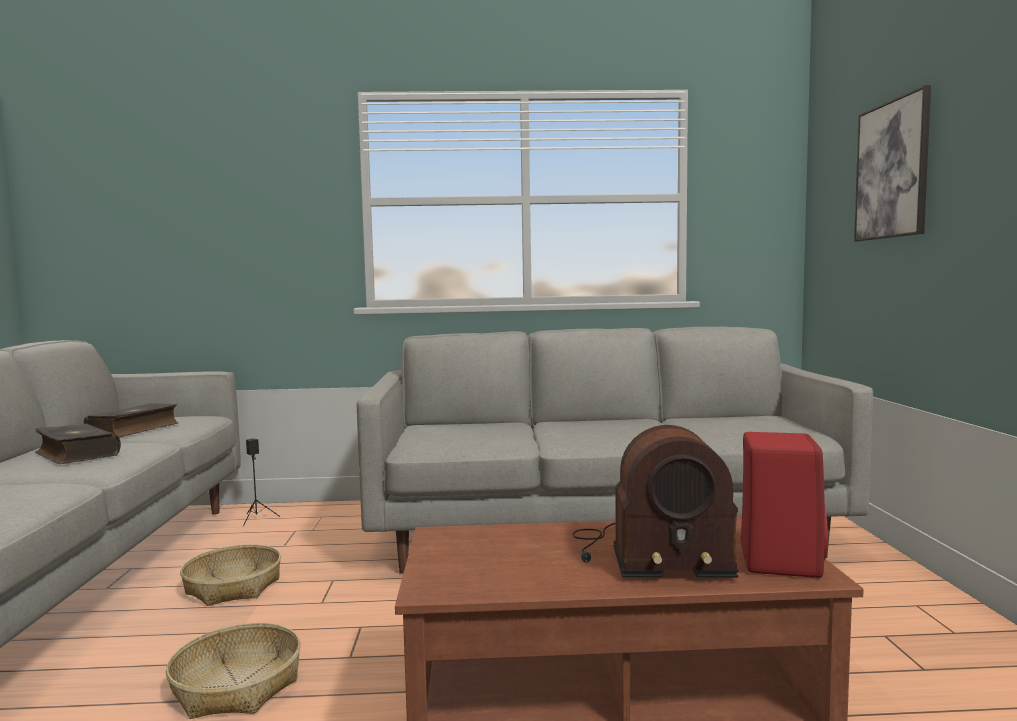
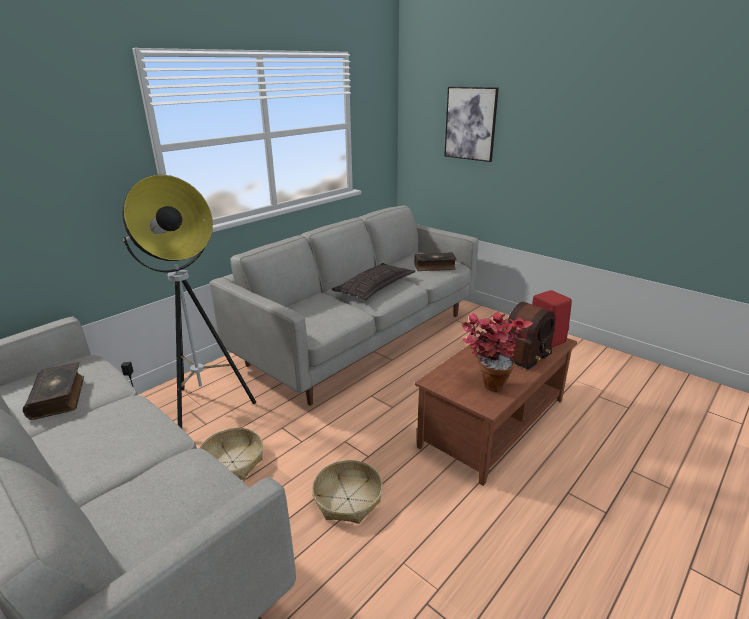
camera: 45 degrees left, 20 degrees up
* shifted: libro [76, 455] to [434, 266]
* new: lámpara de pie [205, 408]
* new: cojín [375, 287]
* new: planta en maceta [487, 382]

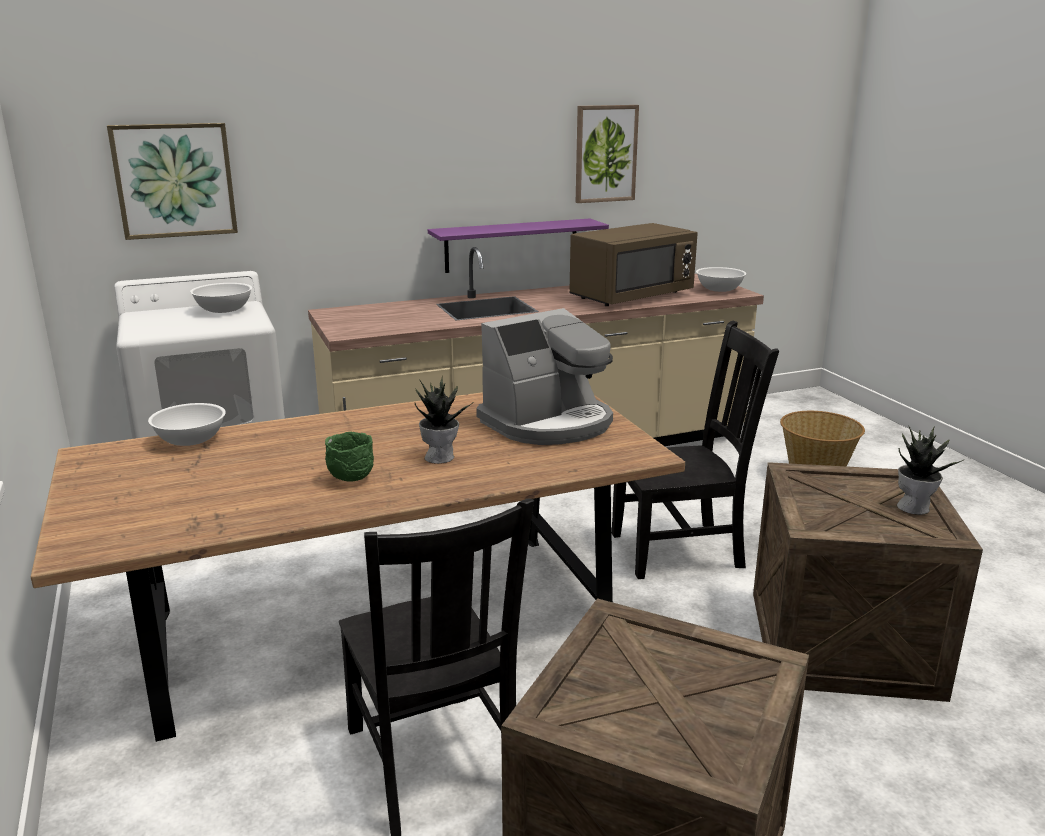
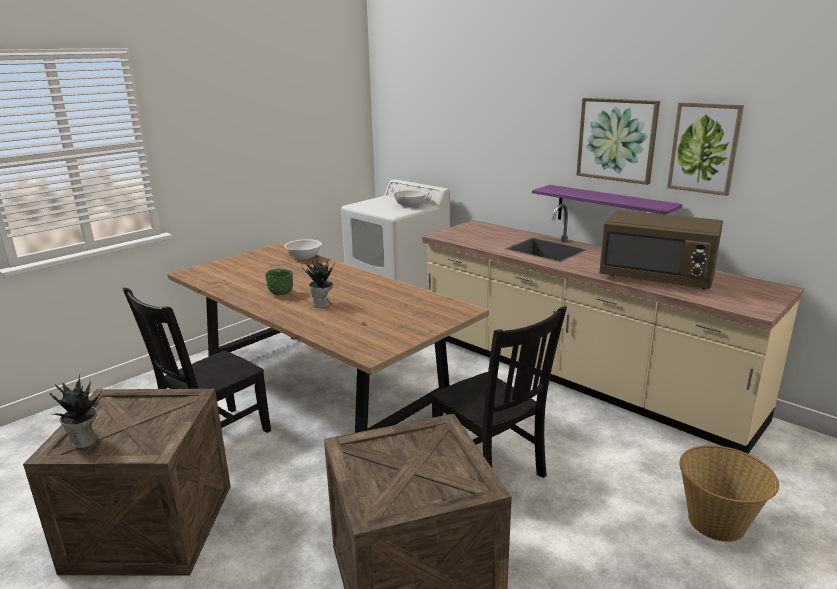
camera: 65 degrees right, 0 degrees up
* shifted: cuadro [174, 180] to [617, 140]
* gone: cuenco [blanco] [720, 290]
* gone: cafetera [548, 423]
* shifted: planta en maceta [914, 507] to [85, 441]

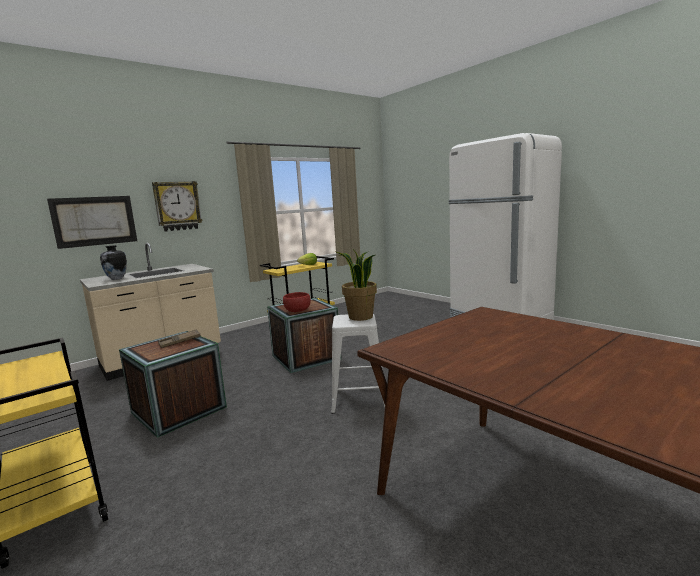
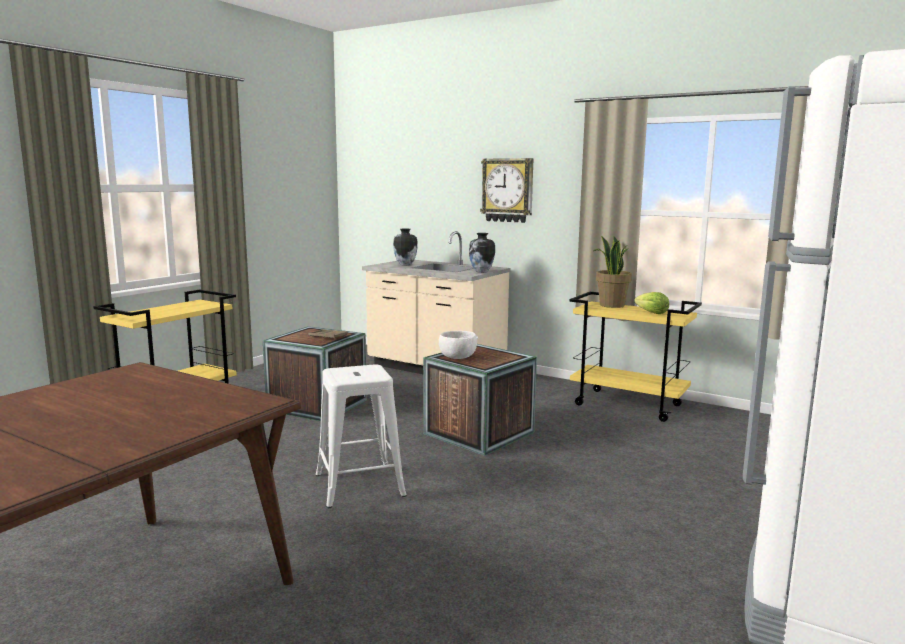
camera: 70 degrees right, 0 degrees up
* gone: cuadro [95, 221]
* shifted: planta en maceta [360, 317] to [611, 305]
* repainted: cuenco [rojo] [297, 311] to cuenco [blanco] [457, 358]
* new: florero [481, 271]

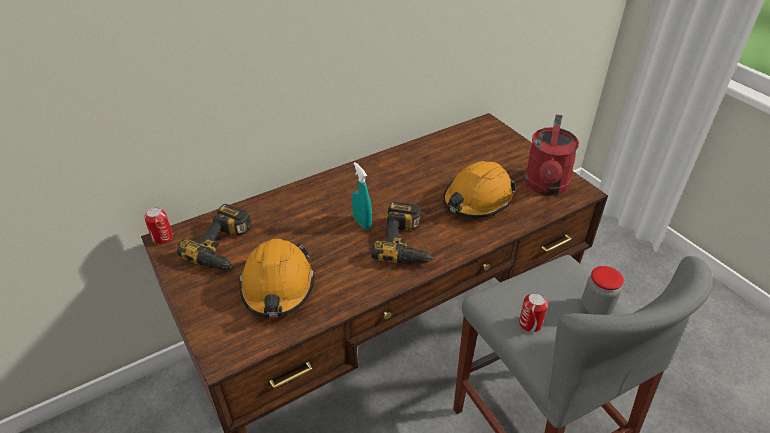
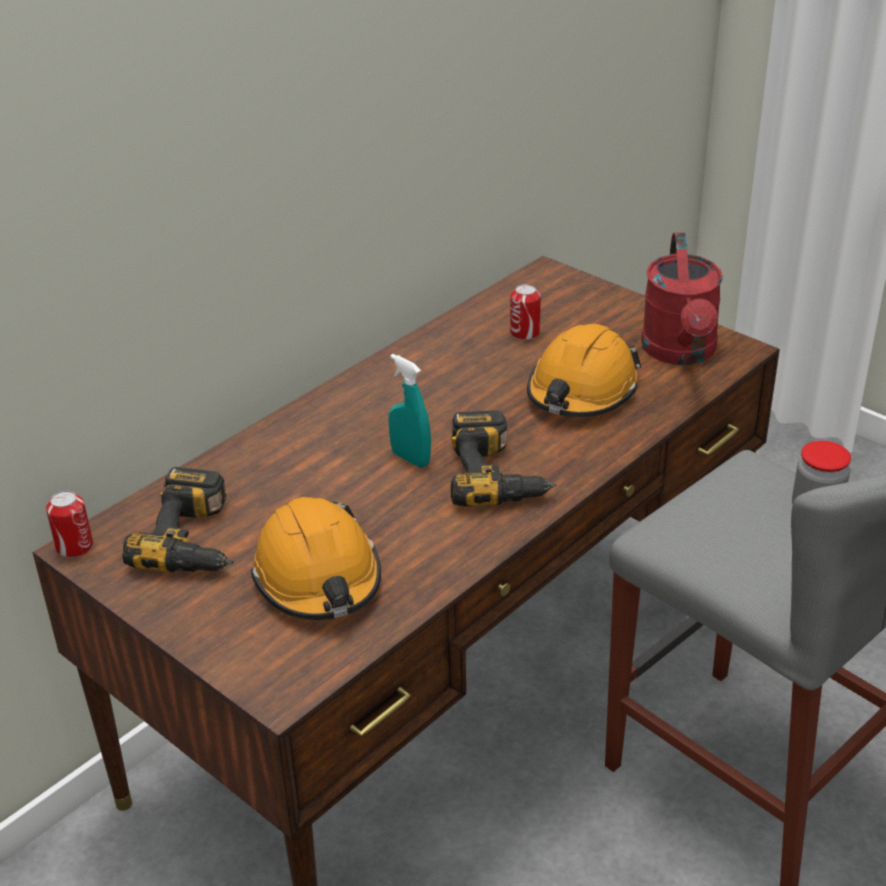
camera: 15 degrees left, 5 degrees down
* shifted: lata [530, 324] to [525, 332]

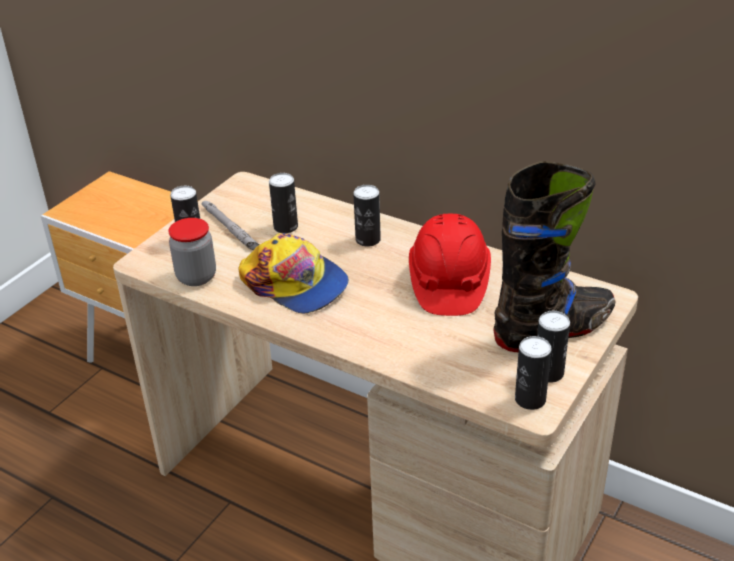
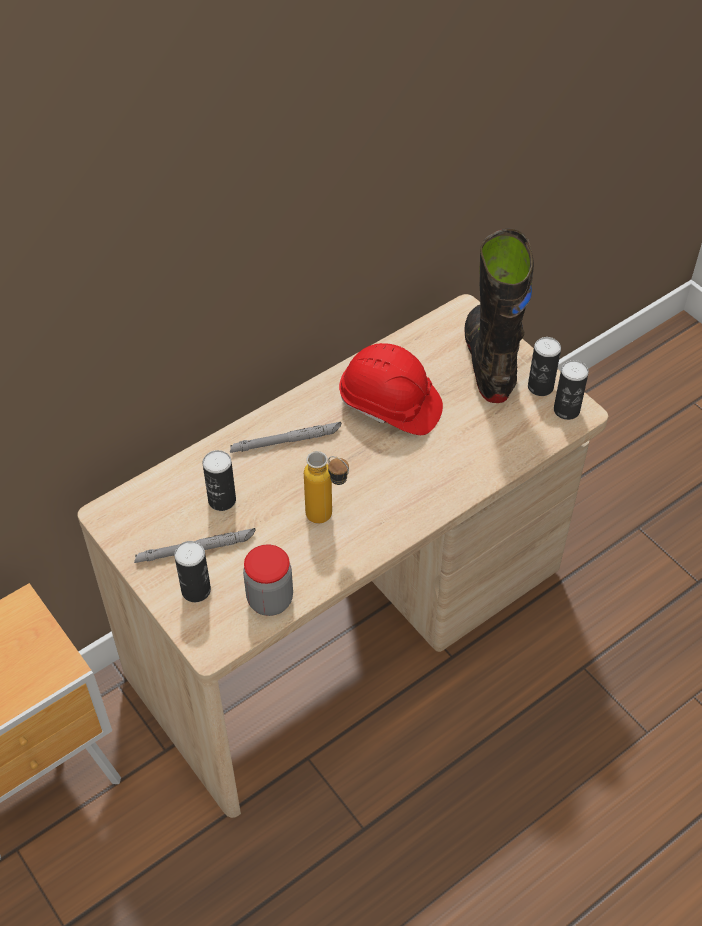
camera: 70 degrees left, 15 degrees up
* swapped: lata [368, 240] to linterna [gris] [286, 441]
* swapped: gorra [295, 283] to botella [328, 519]

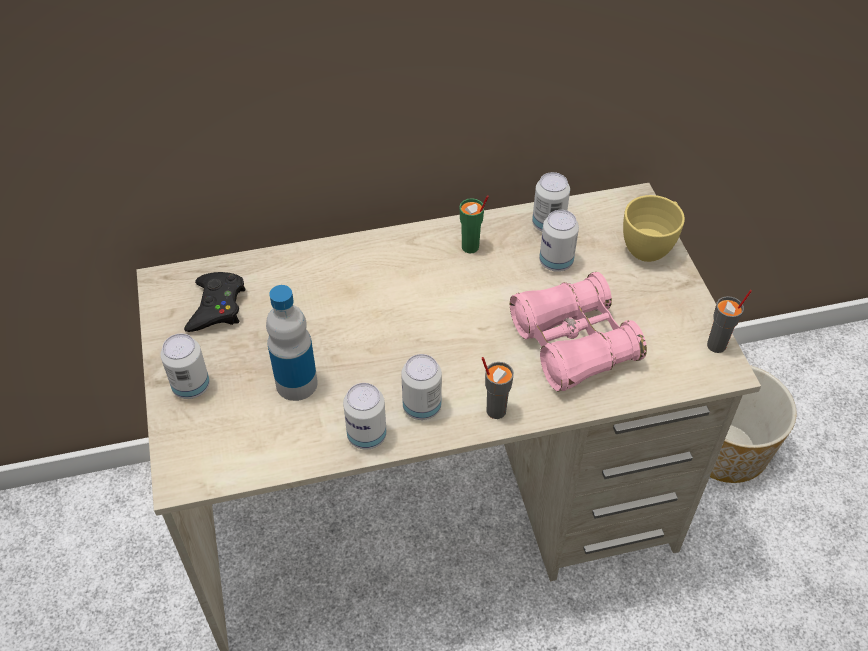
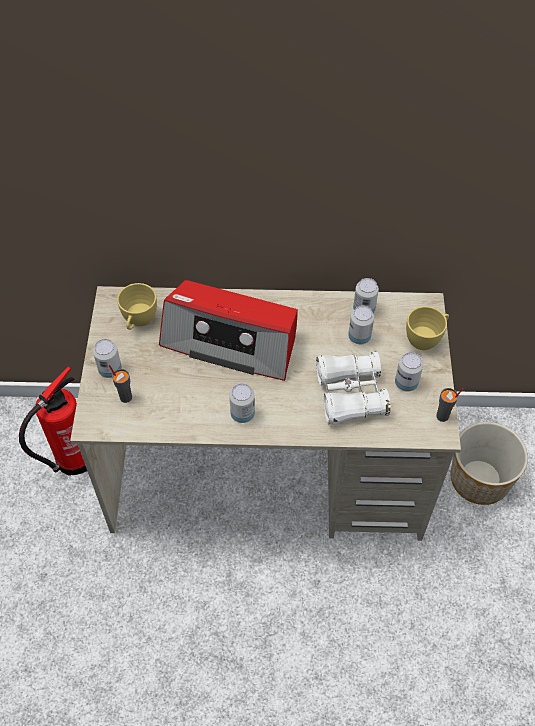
camera: 15 degrees right, 5 degrees up
* gone: taza [verde] [470, 247]
* swapped: mando de consola [negro] [217, 307] to taza [amarillo] [138, 321]
* repainted: prismáticos [rosa] [573, 343] to prismáticos [blanco] [350, 394]
* gone: botella [296, 383]
* shifted: taza [gris] [495, 410] to [125, 397]
* shifted: lata [367, 436] to [406, 383]
* new: radio [231, 340]
* new: extintor [72, 461]

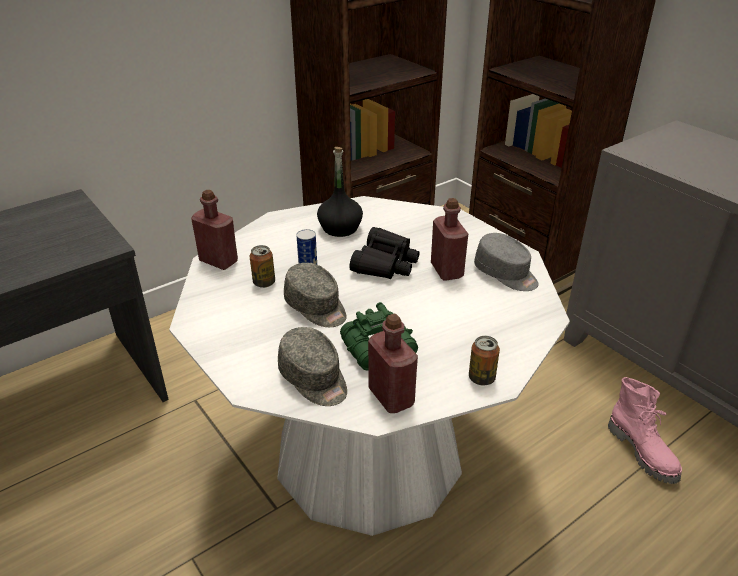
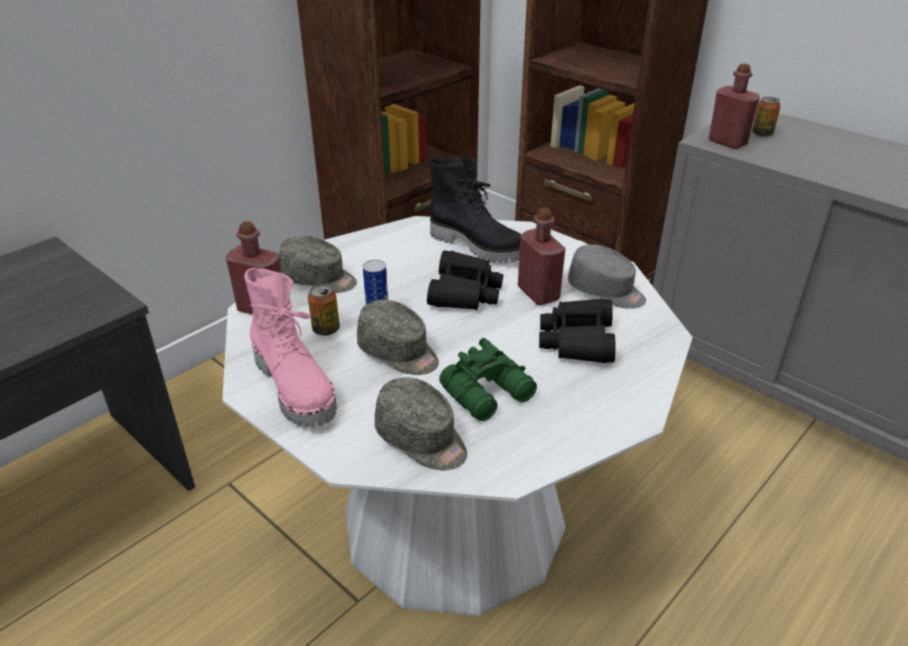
camera: 10 degrees left, 0 degrees up
* gone: botella [negro] [340, 228]
* shifted: botella [rojo] [391, 397] to [727, 142]
* shifted: lata [481, 378] to [762, 134]
* shifted: bota [rosa] [643, 452] to [297, 387]
* new: bota [negro] [478, 246]
* new: gorra [gris] [319, 279]
* new: prismáticos [negro] [577, 340]

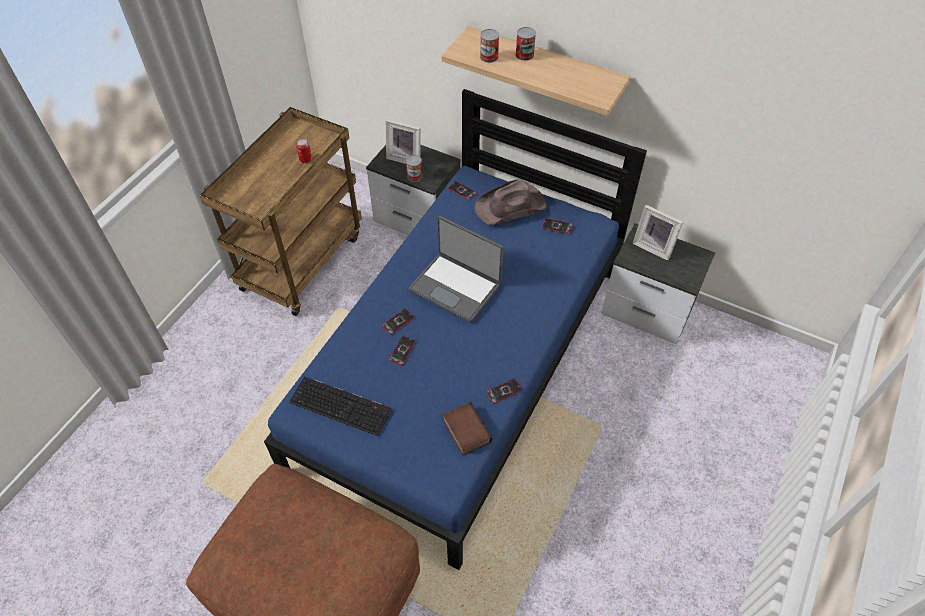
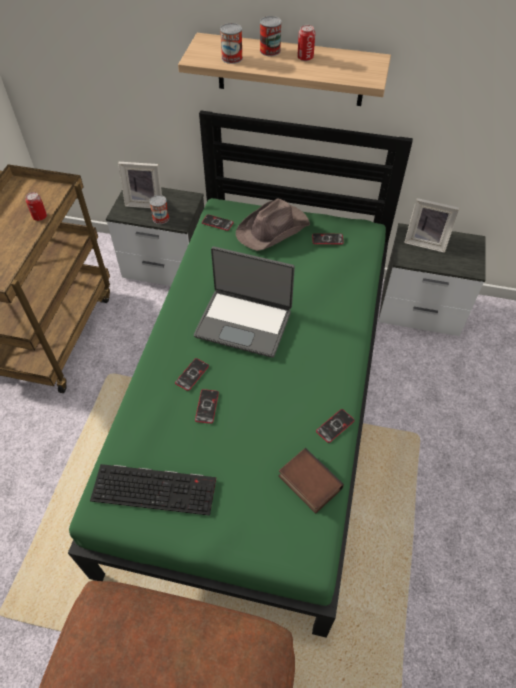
camera: 15 degrees left, 0 degrees up
* repainted: cama [azul] [462, 366] to cama [verde] [258, 406]
* new: lata [305, 58]

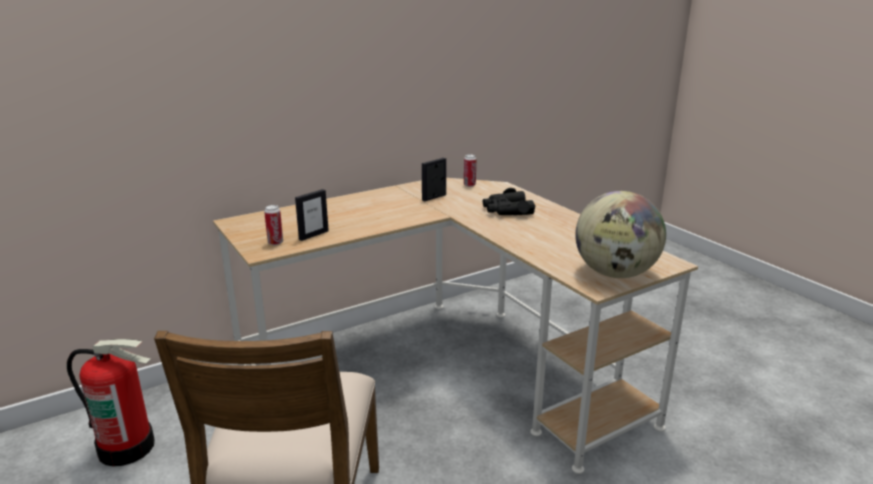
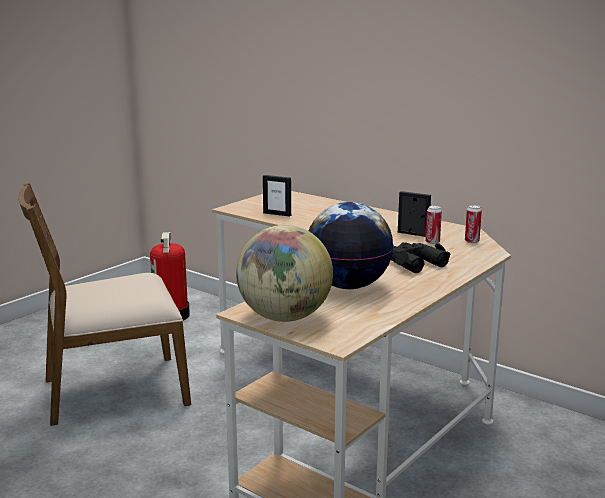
camera: 70 degrees right, 5 degrees down
* shifted: lata [275, 243] to [432, 242]
* new: globo terráqueo [348, 286]

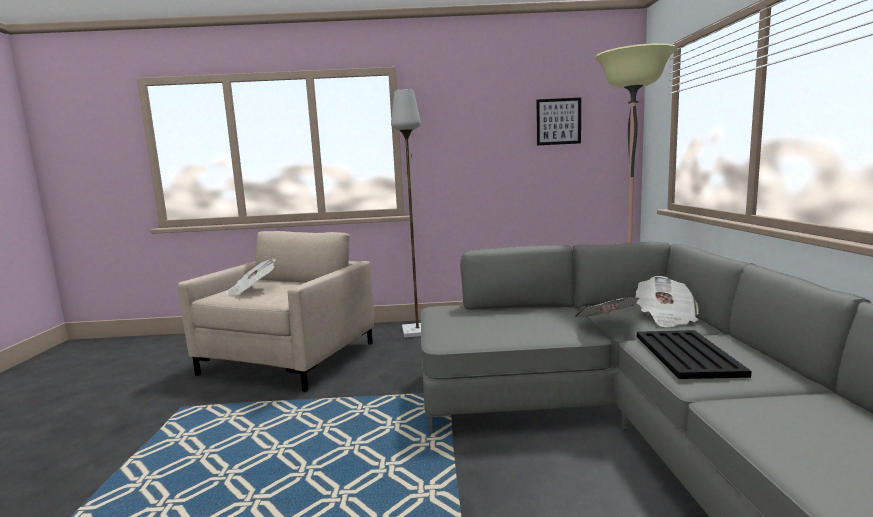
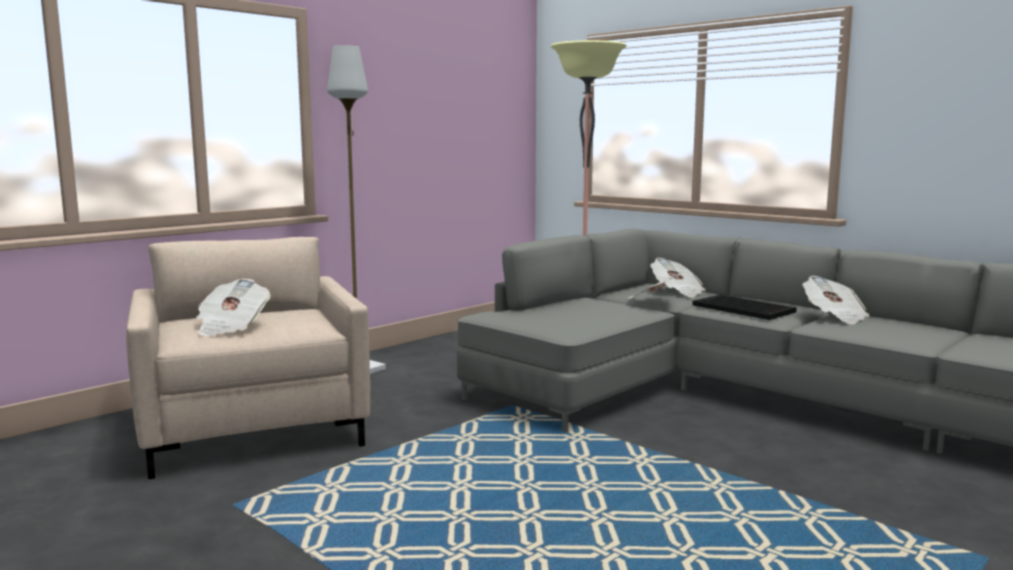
camera: 45 degrees left, 0 degrees up
* gone: cuadro [558, 121]
* new: periódico [834, 317]

